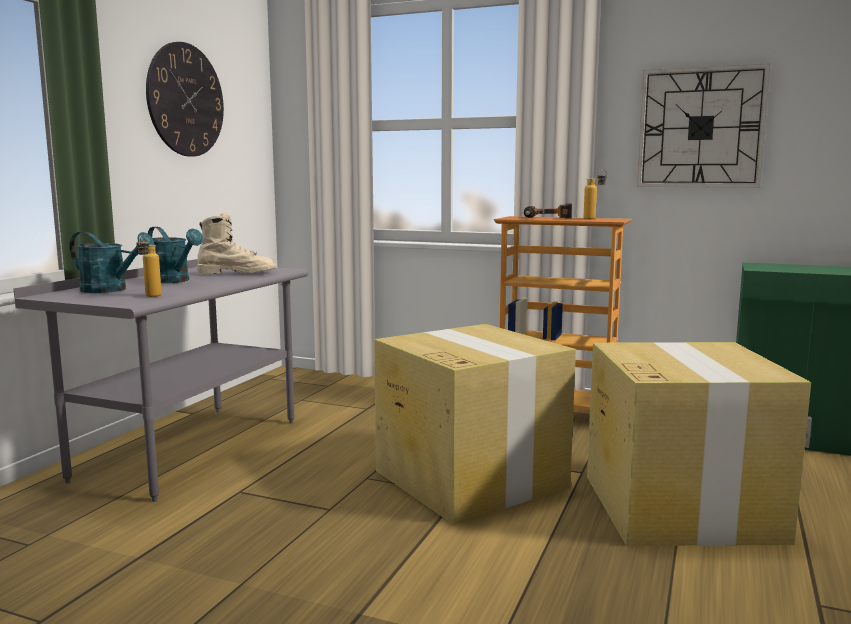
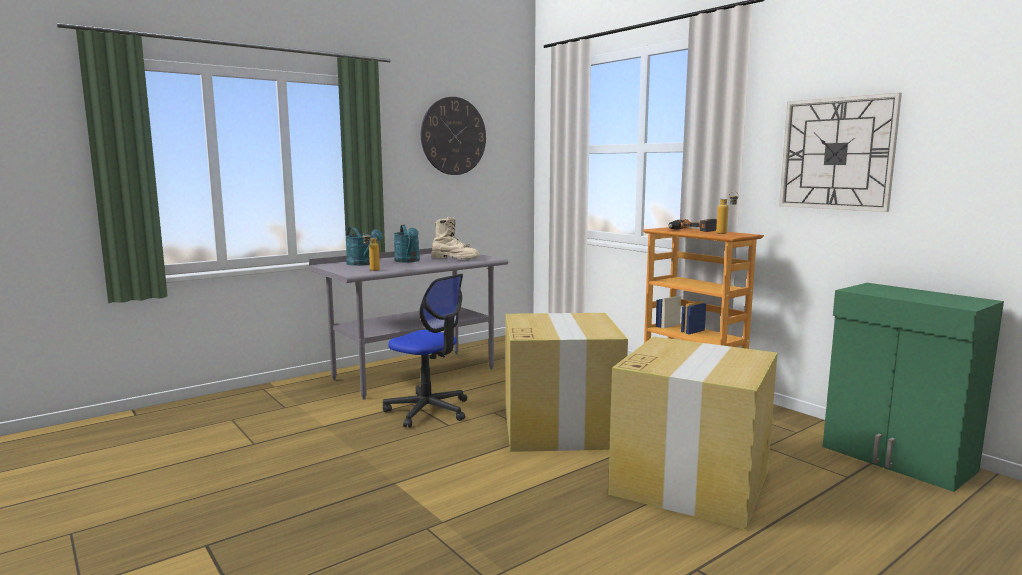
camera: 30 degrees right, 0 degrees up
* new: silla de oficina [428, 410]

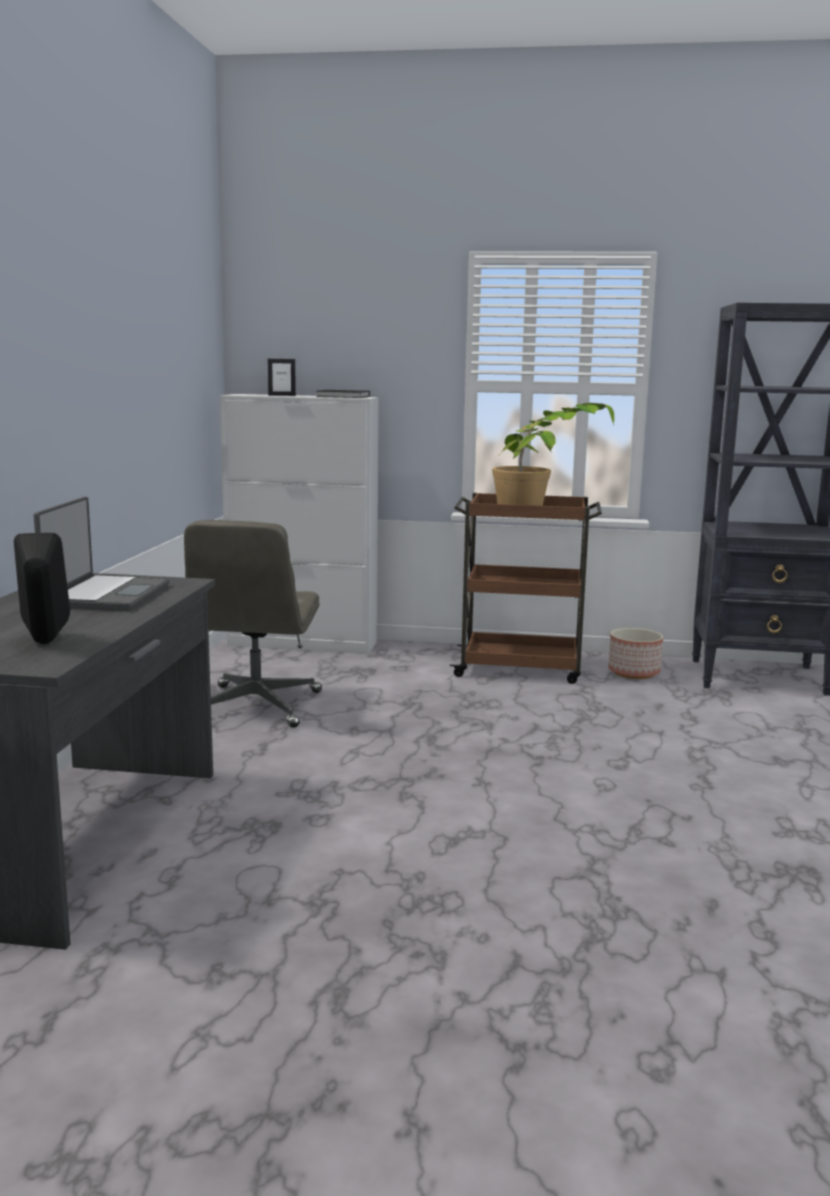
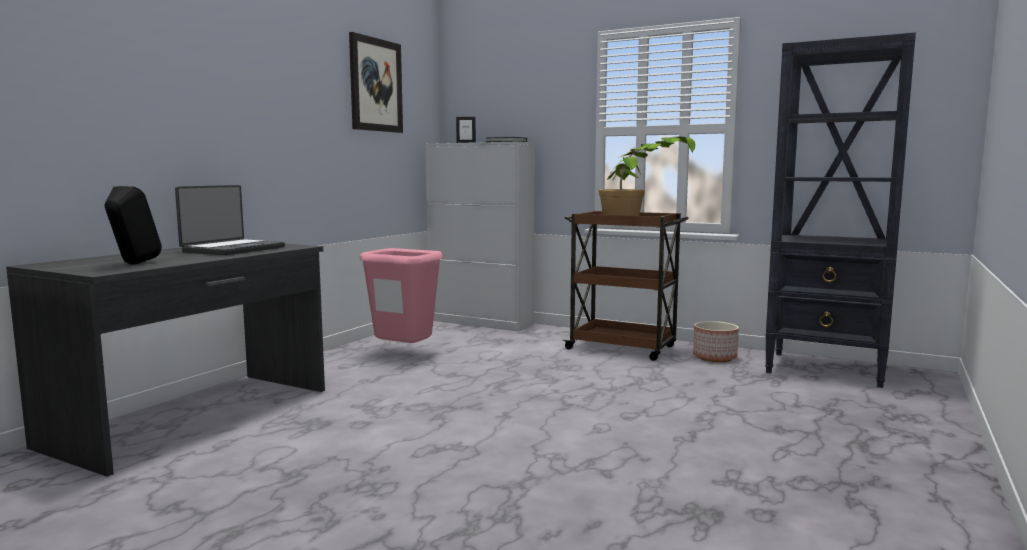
camera: 20 degrees right, 5 degrees down
* swapped: silla de oficina [gris] [256, 707] to papelera [rosa] [403, 355]
* new: cuadro [375, 85]

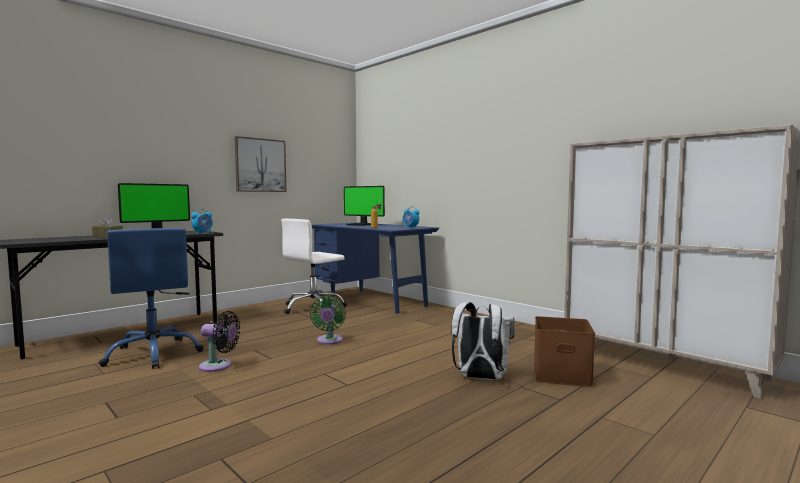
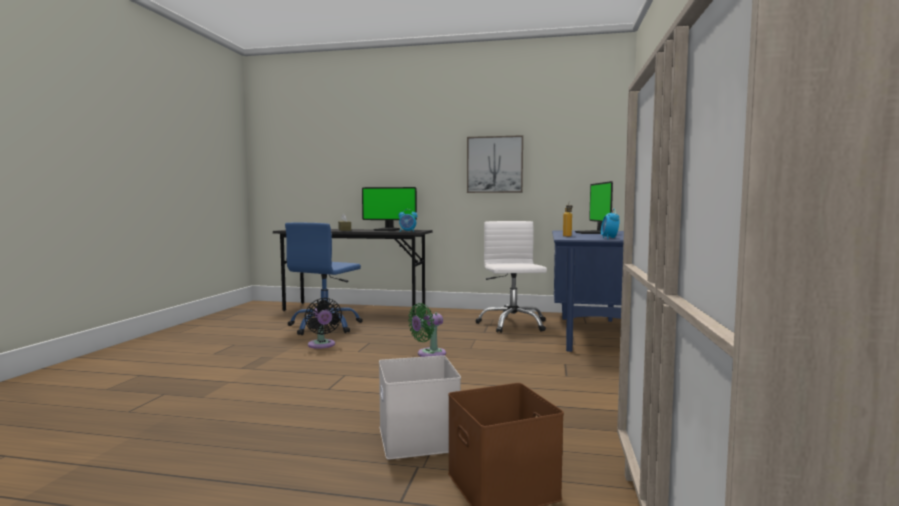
camera: 55 degrees right, 0 degrees up
* rotated: silla de oficina [blanco] [313, 308] = [512, 324] 75 degrees clockwise
* swapped: mochila [blanco] [480, 378] to caja de almacenaje [blanco] [416, 437]

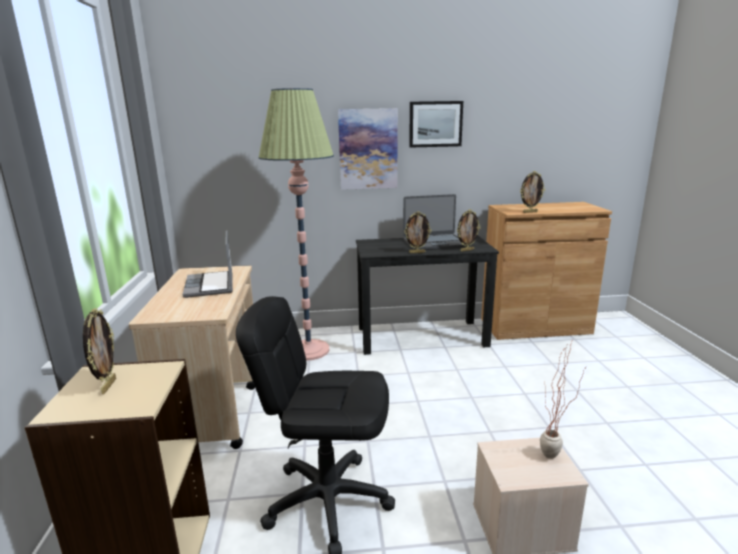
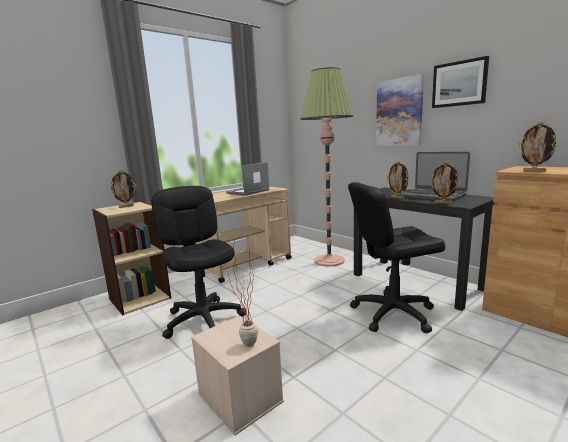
camera: 55 degrees right, 5 degrees down
* new: silla de oficina [negro] [392, 313]

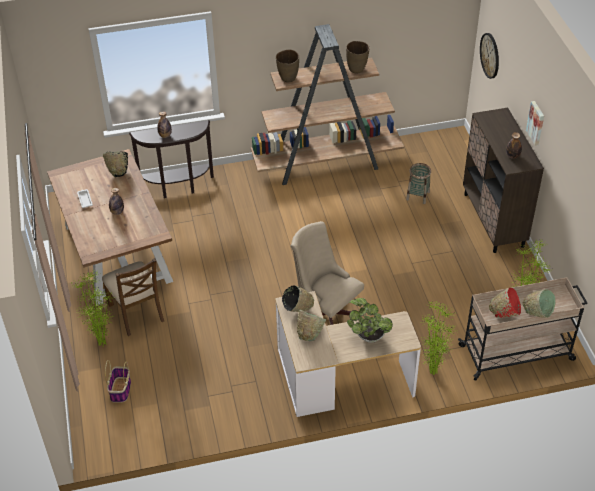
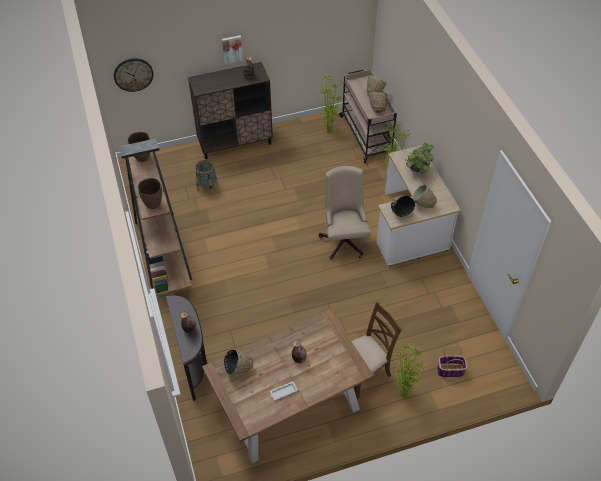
camera: 95 degrees left, 5 degrees up
* rotated: silla de oficina [beis] [325, 313] = [344, 239] 135 degrees clockwise

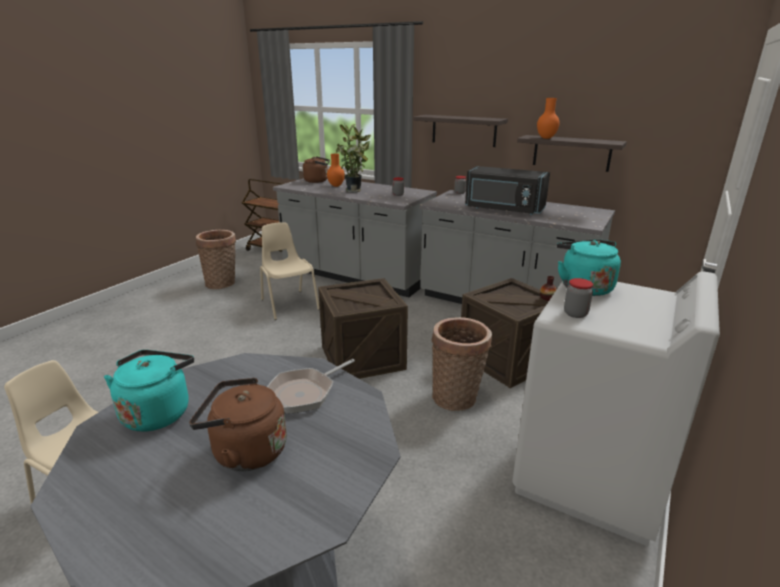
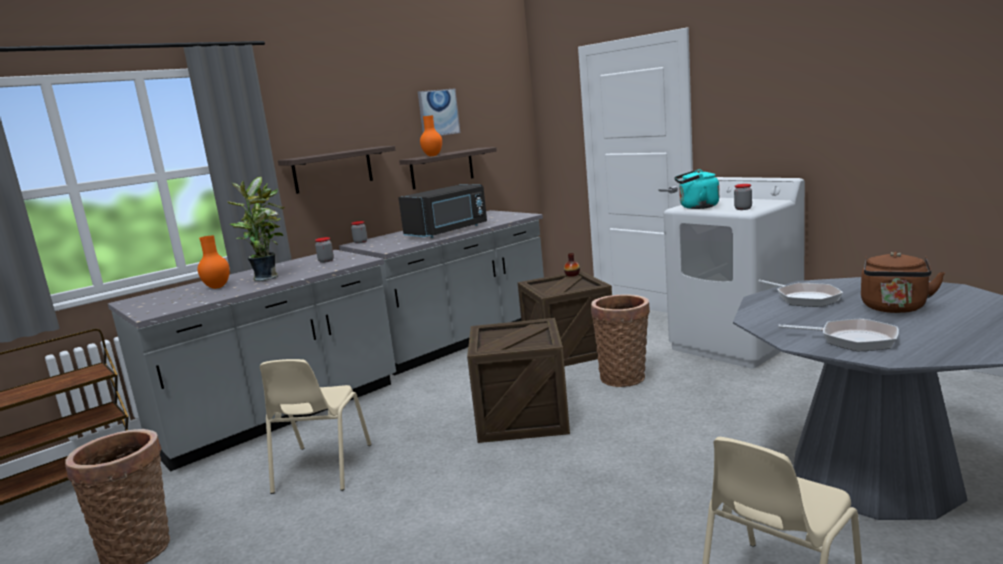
camera: 70 degrees left, 10 degrees down
* gone: hervidor [marrón] [318, 181]
* rotated: silla [beis] [289, 304] = [321, 469] 75 degrees counterclockwise
* swapped: hervidor [turquesa] [158, 412] to sartén [852, 340]
* new: cuadro [438, 112]

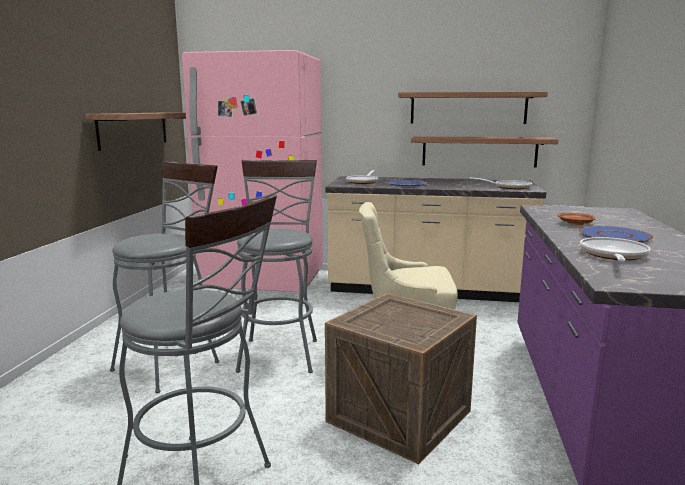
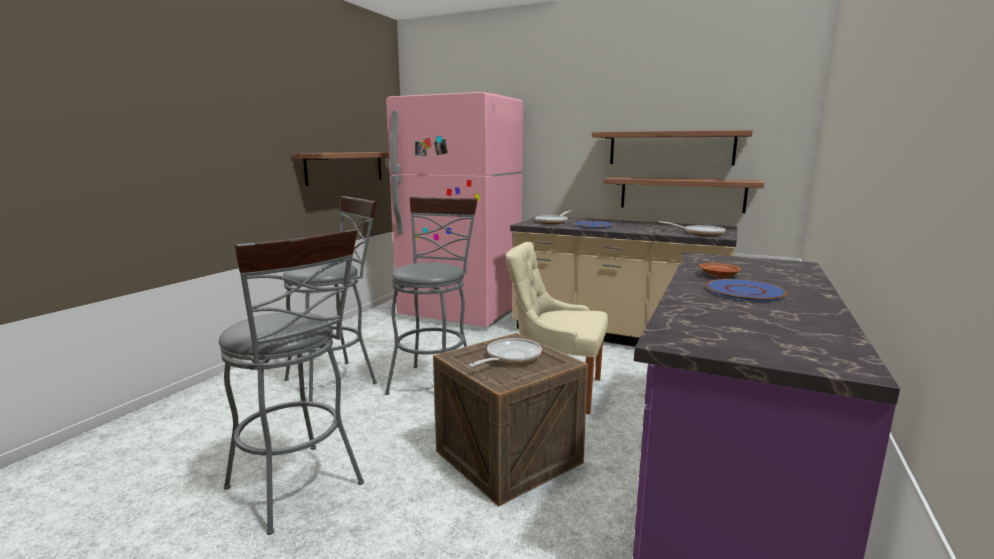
camera: 15 degrees right, 0 degrees up
* shifted: sartén [613, 255] to [510, 357]

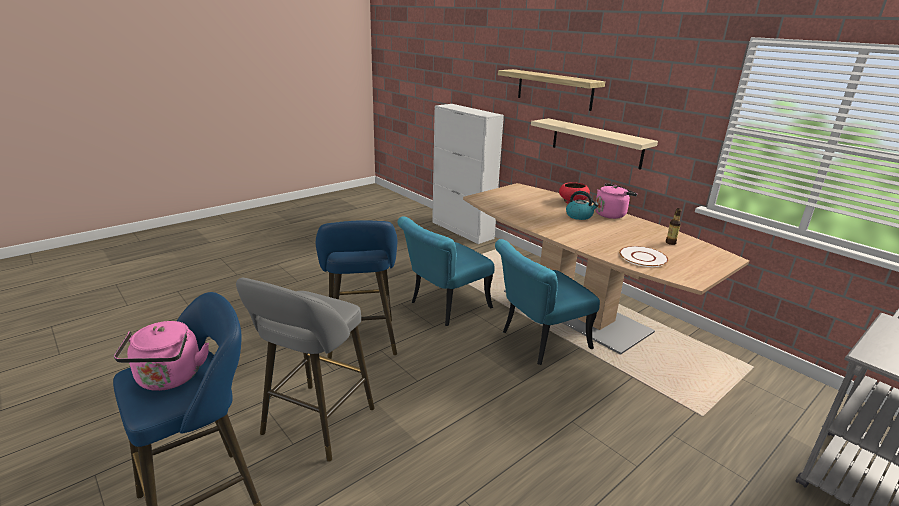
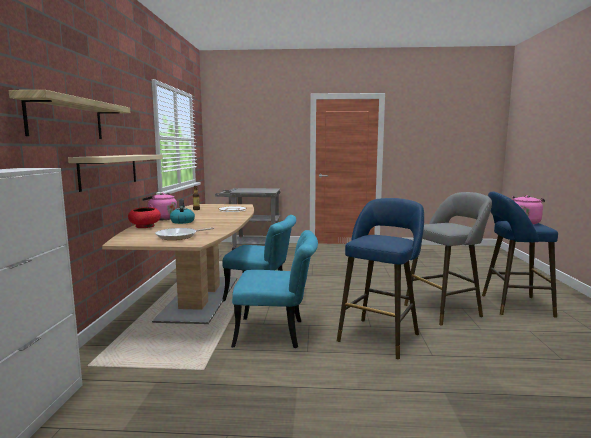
camera: 135 degrees left, 15 degrees down
* new: sartén [179, 236]

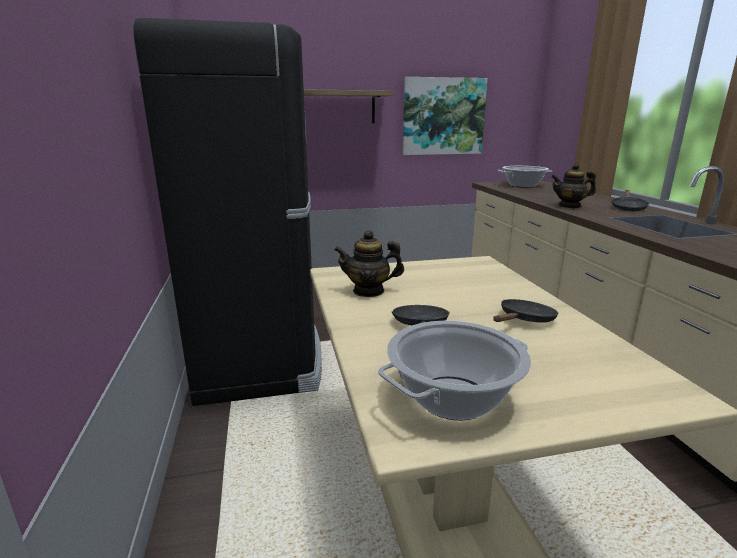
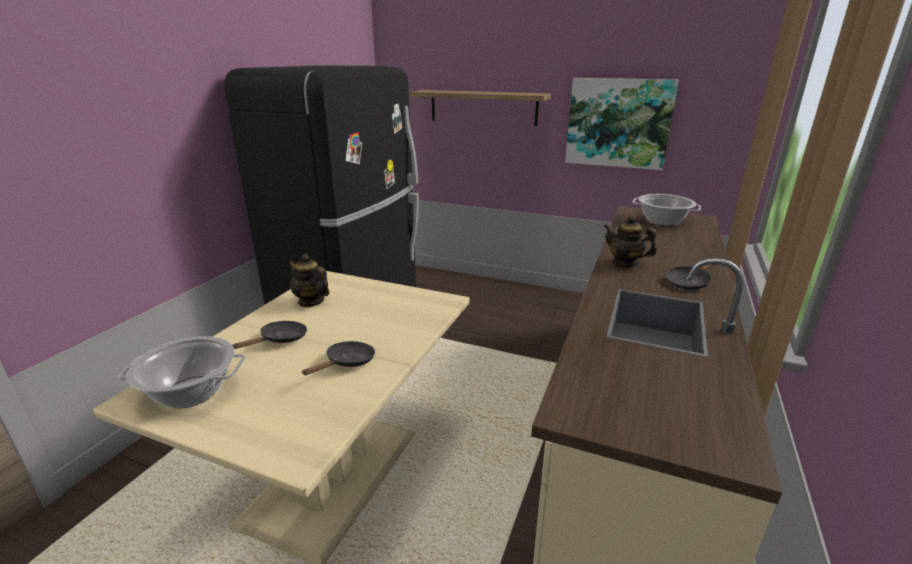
camera: 35 degrees right, 5 degrees up
* rotated: sartén [negro] [524, 320] = [347, 363] 45 degrees counterclockwise

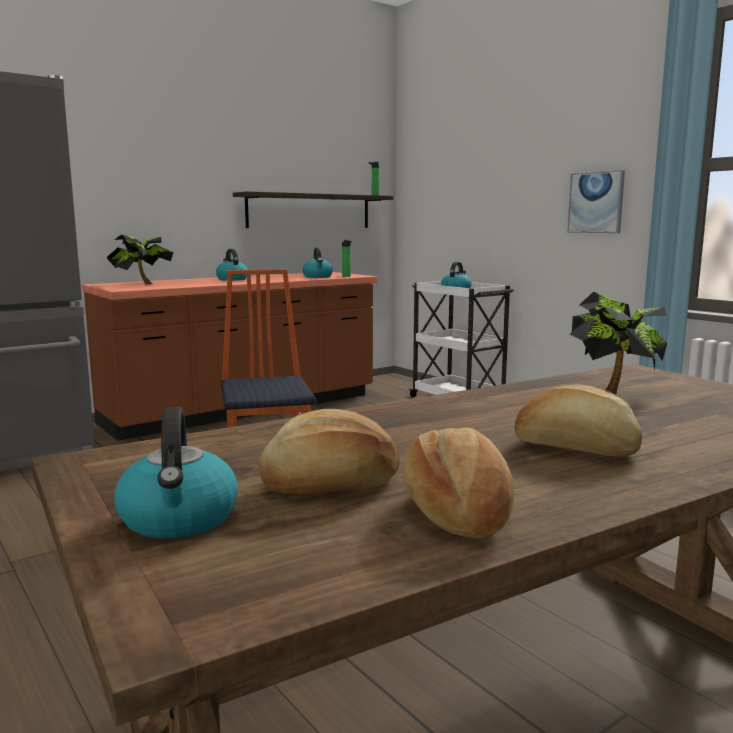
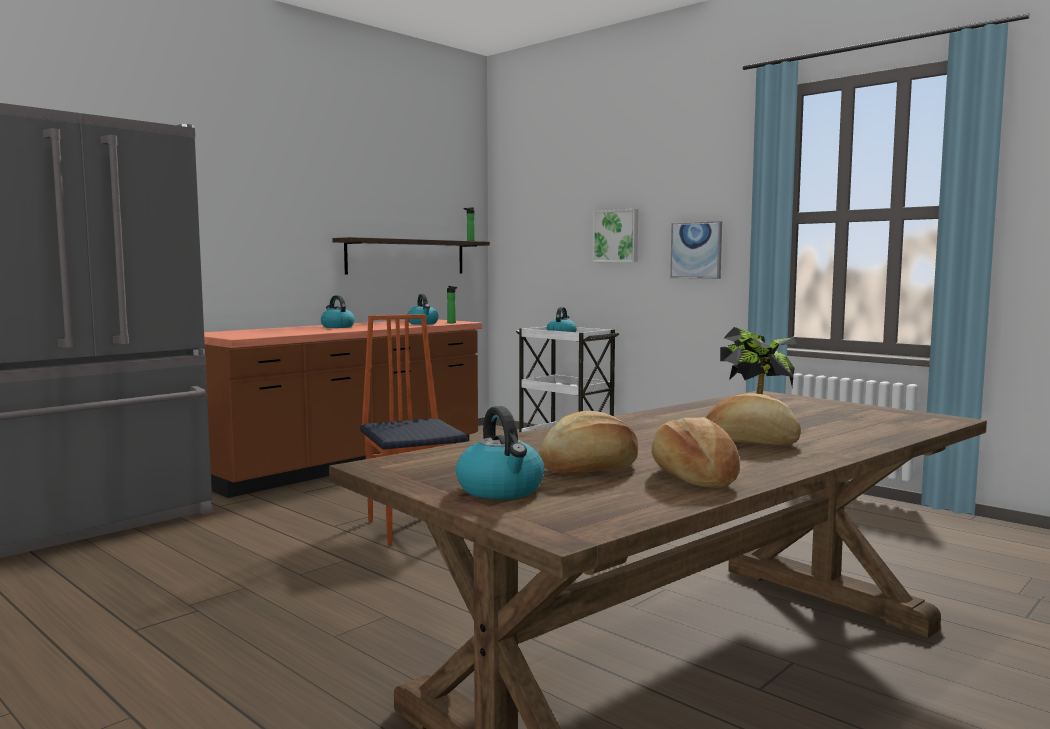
camera: 10 degrees left, 5 degrees down
* gone: planta en maceta [141, 284]
* new: cuadro [616, 236]

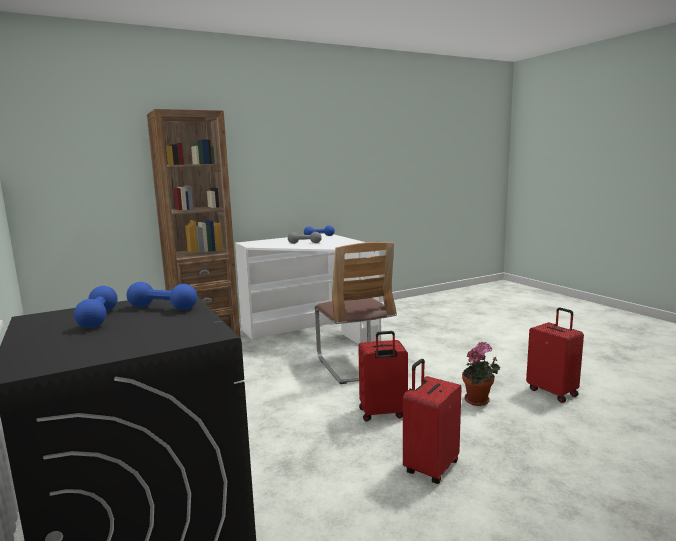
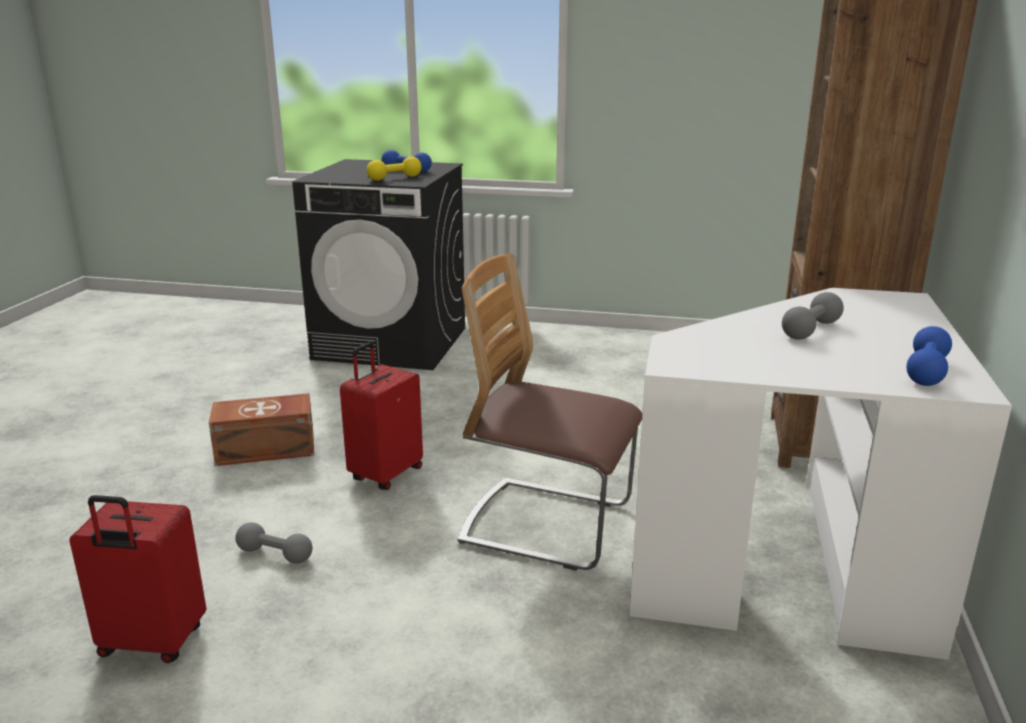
camera: 130 degrees right, 10 degrees up
* repainted: mancuerna [azul] [163, 308] to mancuerna [amarillo] [394, 178]
* swapped: planta en maceta [479, 401] to mancuerna [gris] [275, 554]
* swapped: maleta [rojo] [430, 467] to caja de almacenaje [marrón] [267, 450]

